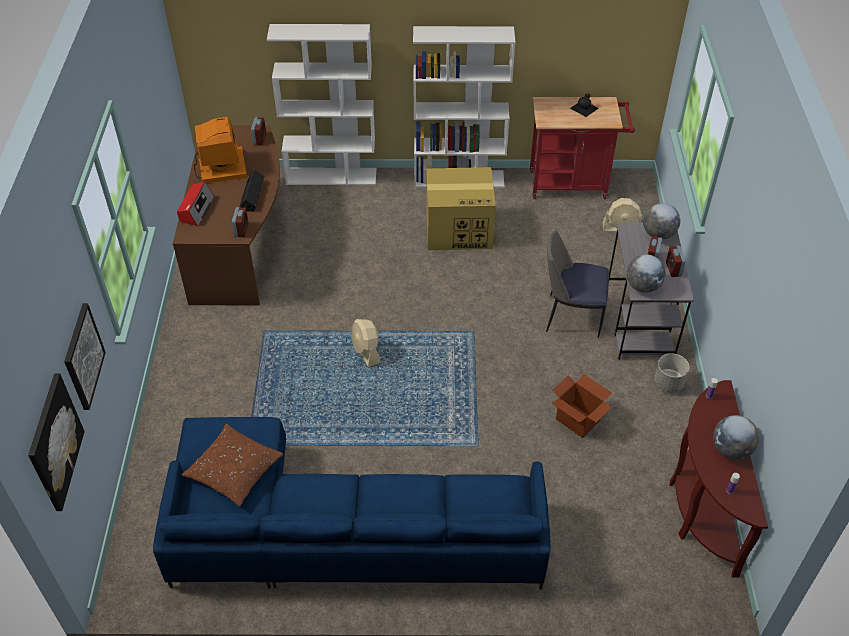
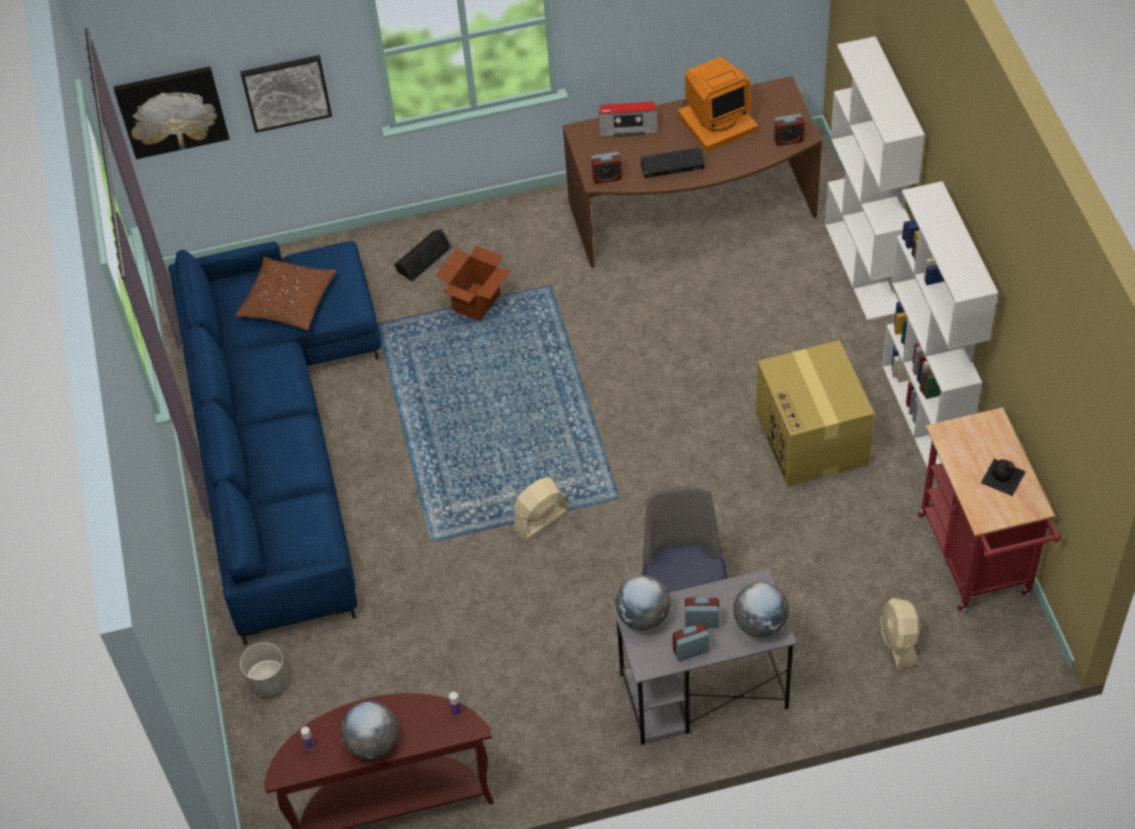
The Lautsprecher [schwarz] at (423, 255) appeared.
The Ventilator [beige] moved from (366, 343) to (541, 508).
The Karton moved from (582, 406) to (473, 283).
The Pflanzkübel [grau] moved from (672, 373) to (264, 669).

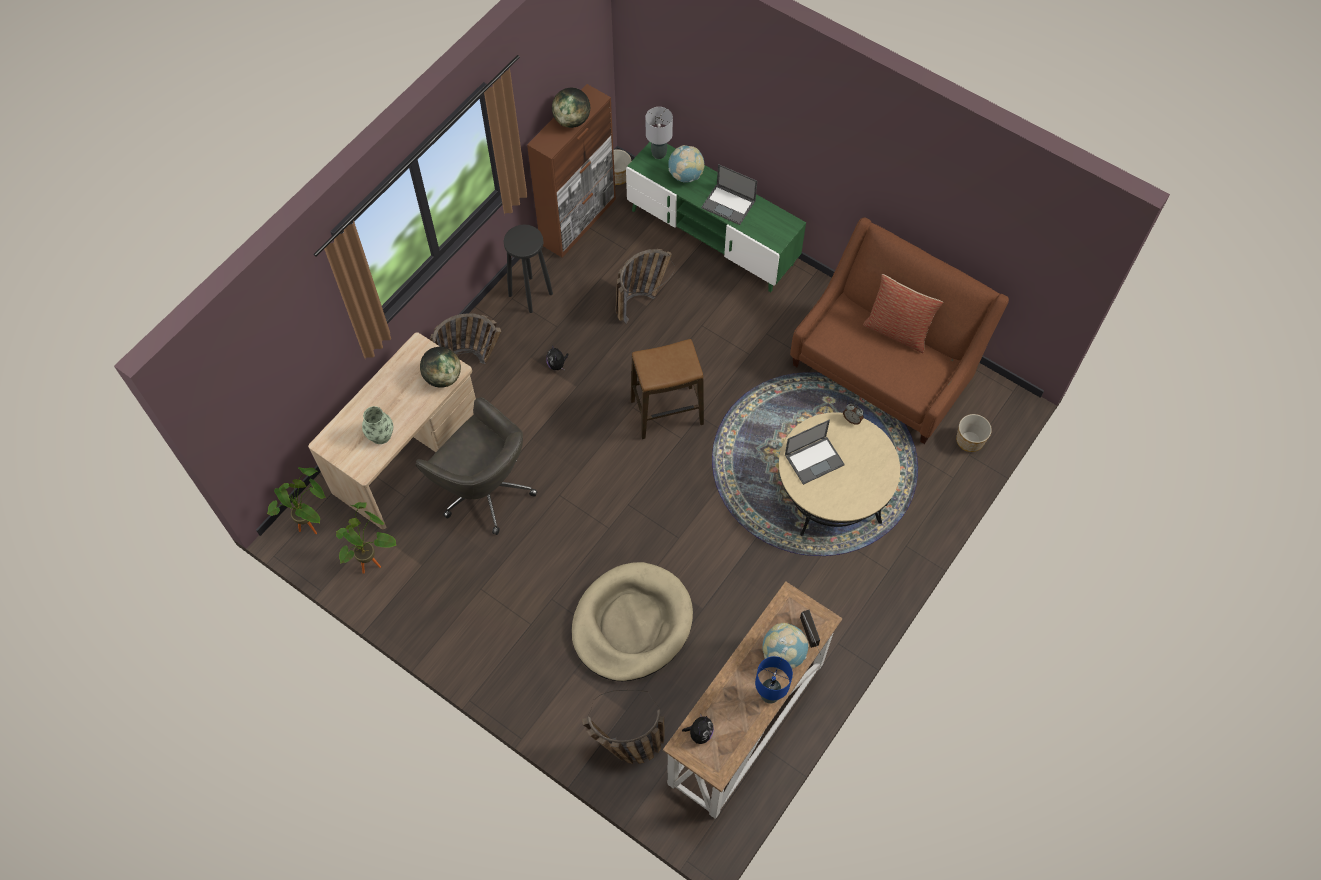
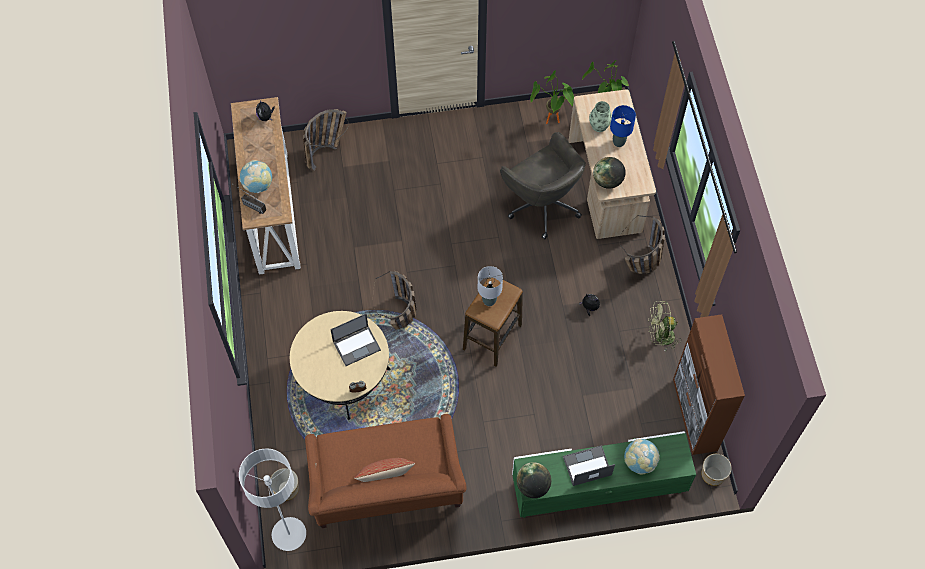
The Hundebett [beige] at (632, 621) disappeared.
The Stehlampe [grau] at (272, 499) appeared.
The Globus moved from (571, 108) to (533, 480).
The Korb moved from (645, 286) to (395, 300).
The Tischlampe [grau] moved from (659, 133) to (490, 286).
The Tischlampe [blau] moved from (774, 680) to (623, 126).
The Hocker [schwarz] at (528, 268) was replaced by the Ventilator [grün] at (664, 326).
The Bürostuhl [grau] at (476, 466) turned 120 degrees counterclockwise.
The Laptop at (815, 452) turned 135 degrees counterclockwise.

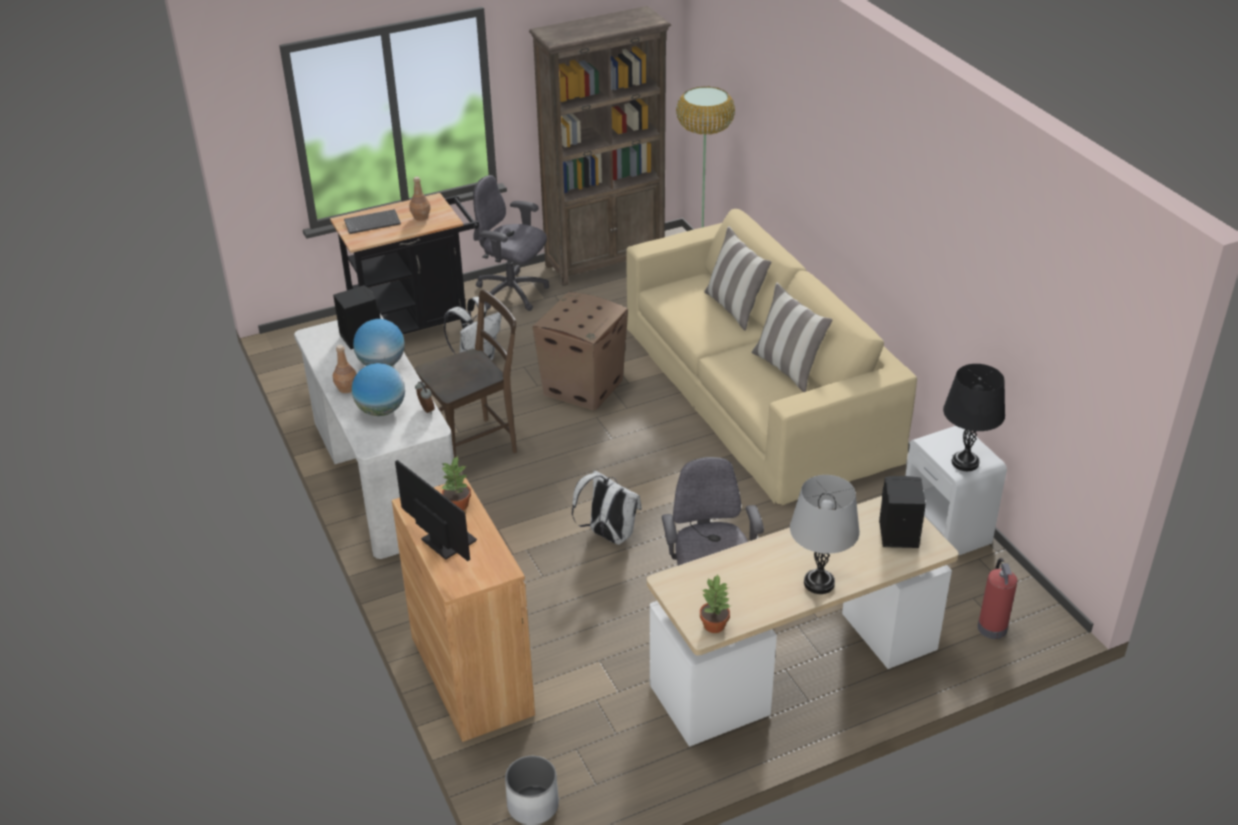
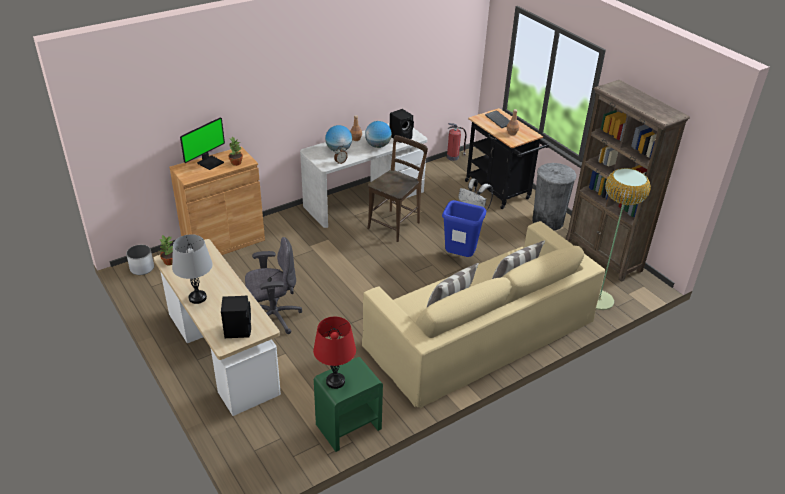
The Rucksack [weiß] at (607, 508) disappeared.
The Feuerlöscher moved from (997, 598) to (457, 142).
The Bürostuhl [grau] at (511, 243) was replaced by the Mülleimer [grau] at (554, 197).
The Karton at (580, 351) was replaced by the Mülleimer [blau] at (464, 228).
The Nachttisch [weiß] at (956, 491) became the Nachttisch [grün] at (348, 404).
The Tischlampe [schwarz] at (974, 417) became the Tischlampe [rot] at (334, 353).
The Stuhl [braun] at (465, 373) turned 105 degrees counterclockwise.

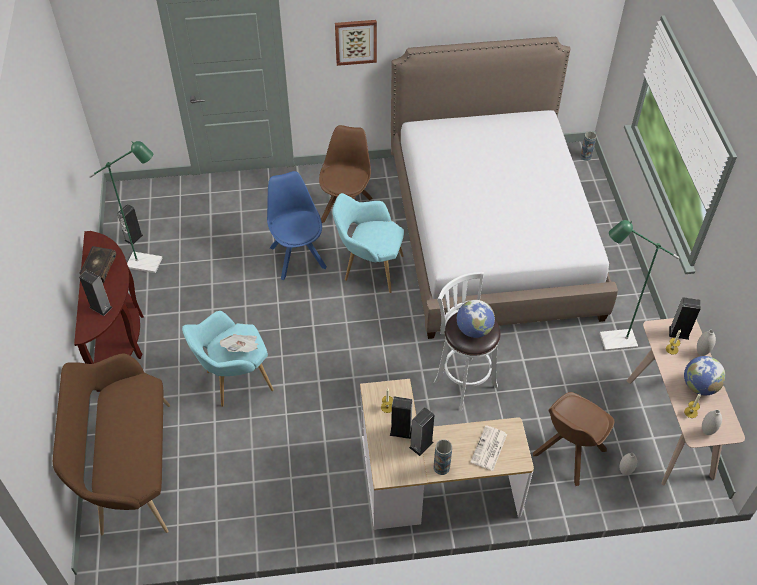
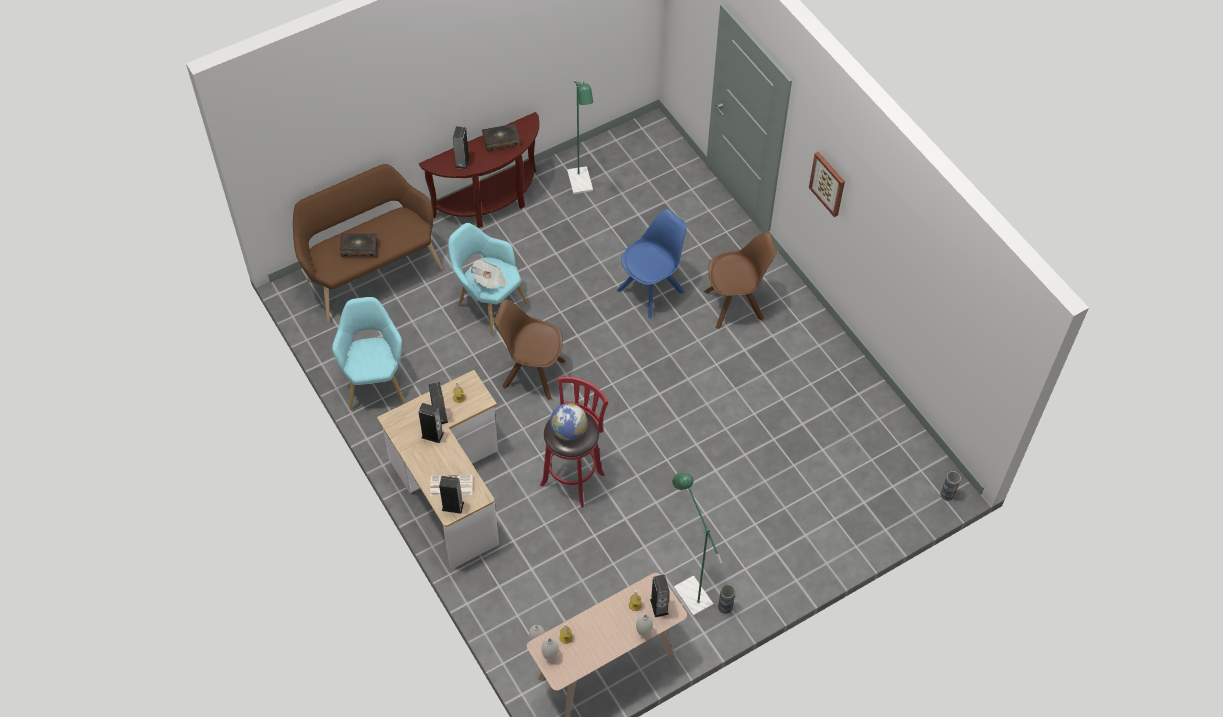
The Bett at (504, 188) disappeared.
The Globus at (705, 375) disappeared.
The Buch at (359, 245) appeared.
The Lautsprecher moved from (130, 224) to (451, 495).
The Sessel [türkis] moved from (368, 243) to (368, 353).
The Vase moved from (443, 457) to (726, 599).
The Stuhl [braun] moved from (573, 439) to (530, 349).
The Hocker [weiß] at (467, 341) became the Hocker [rot] at (574, 442).

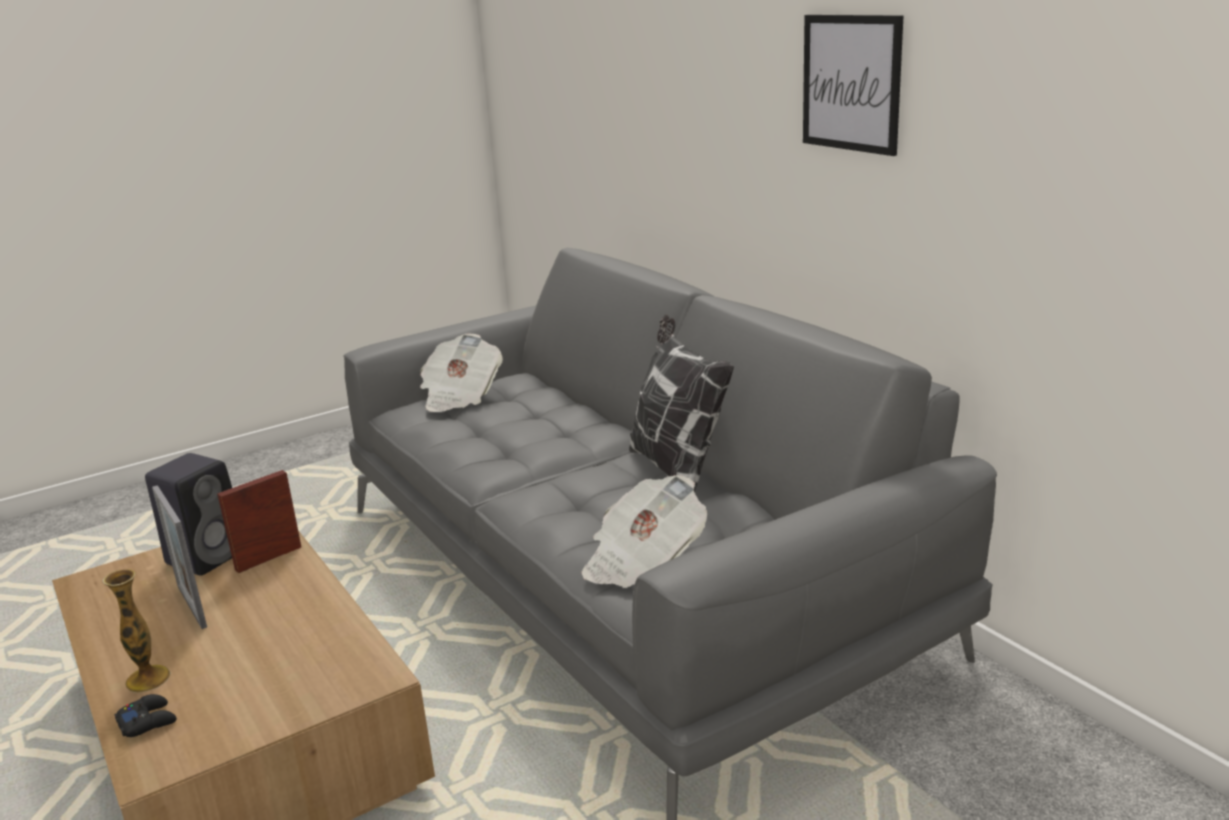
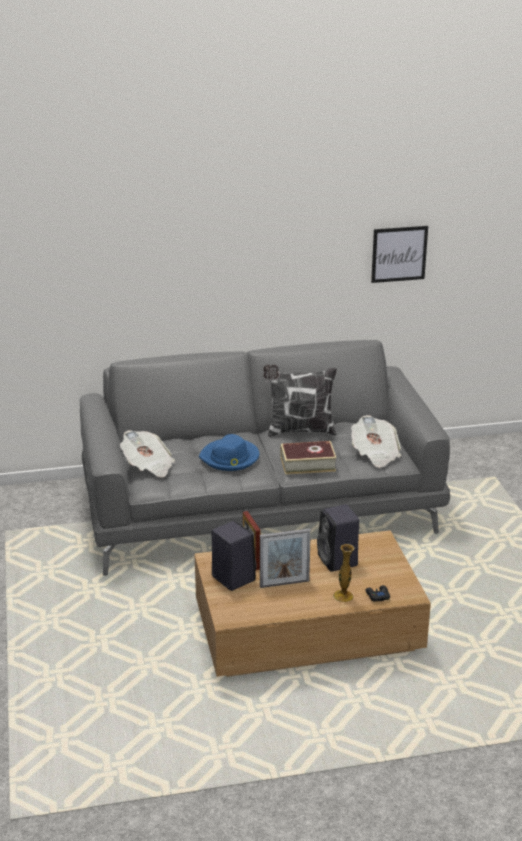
The Hut [blau] at (229, 452) appeared.
The Buch at (308, 458) appeared.
The Lautsprecher [schwarz] at (338, 538) appeared.
The Bild moved from (853, 85) to (399, 254).

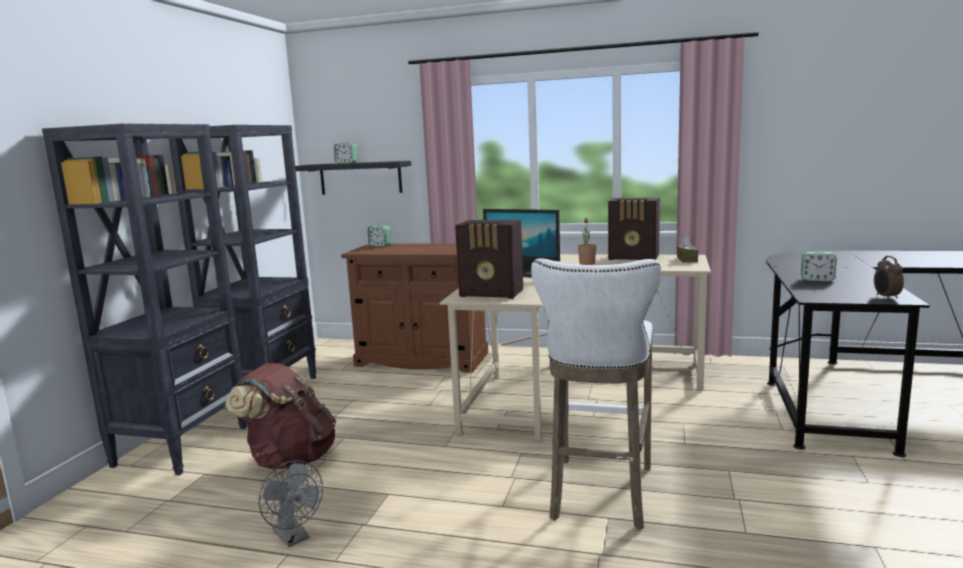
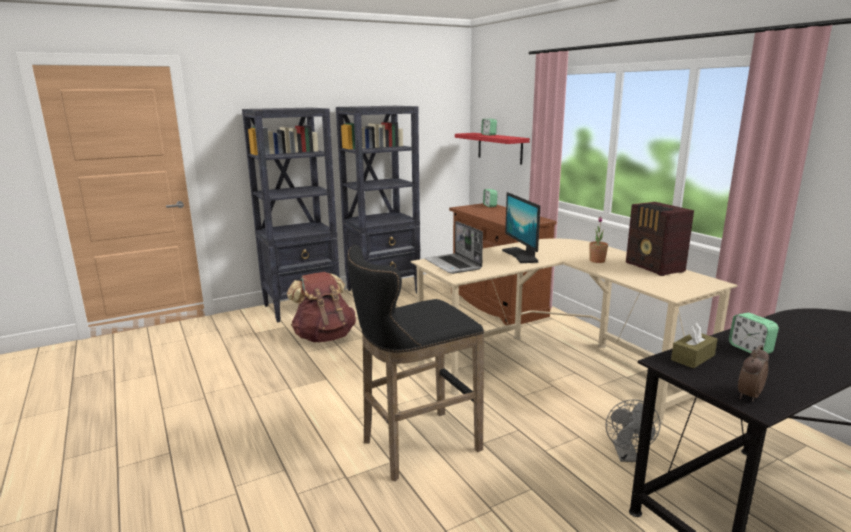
The Ventilator [grau] moved from (290, 503) to (633, 430).
The Taschentuchbox [braun] moved from (687, 249) to (694, 346).
The Radio at (489, 259) was replaced by the Laptop at (454, 247).
The Wandregal [schwarz] at (353, 178) became the Wandregal [rot] at (492, 149).
The Hocker [weiß] at (596, 394) became the Hocker [schwarz] at (415, 363).

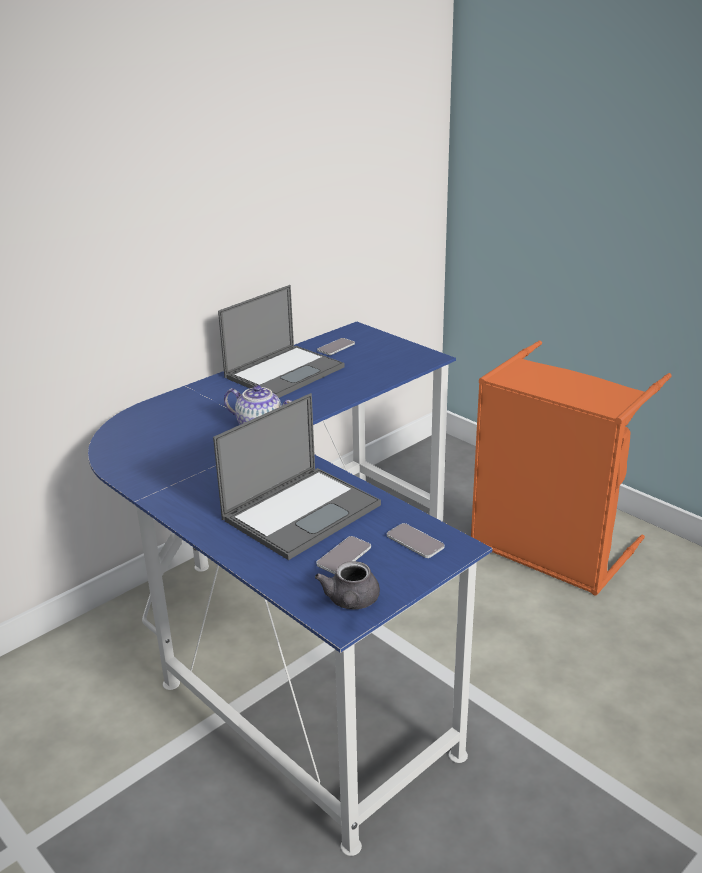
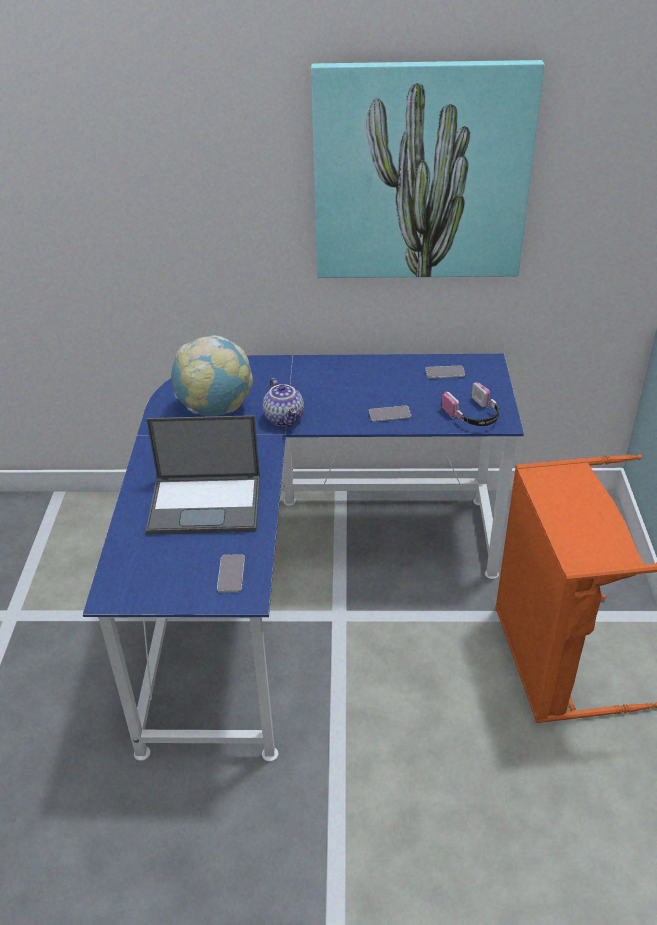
The Laptop at (281, 341) disappeared.
The Teekanne [grau] at (347, 585) disappeared.
The Globus at (212, 375) appeared.
The Bild at (428, 169) appeared.
The Kopfhörer at (470, 404) appeared.
The Handy moved from (343, 555) to (390, 414).

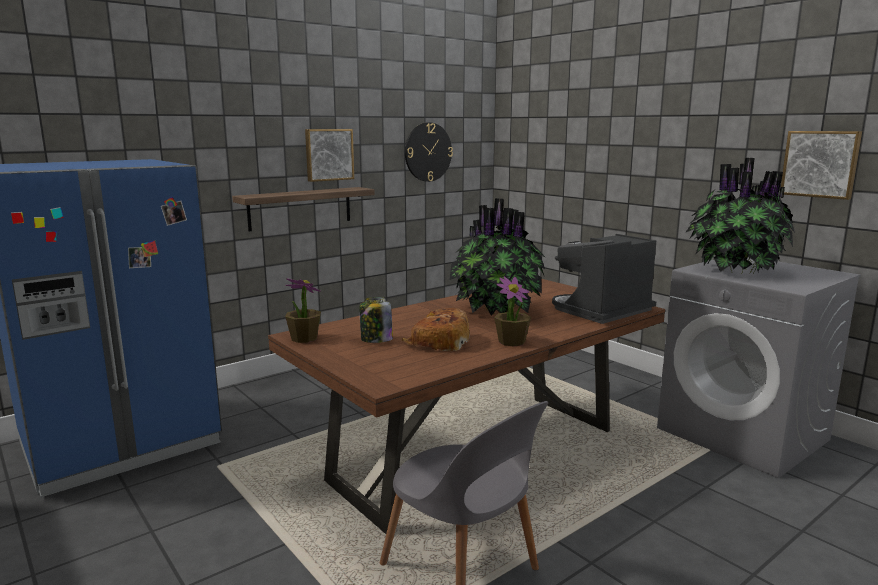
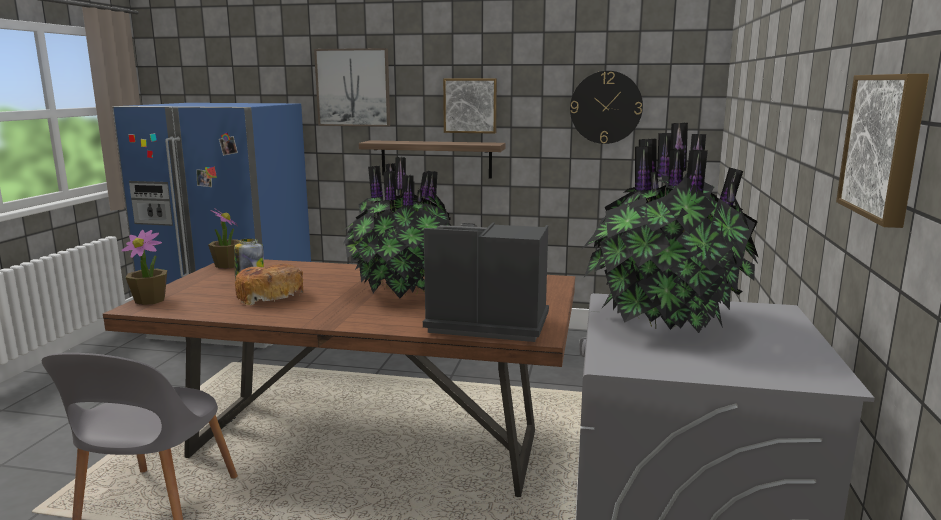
The Bild at (352, 87) appeared.
The Topfpflanze moved from (512, 311) to (144, 267).

